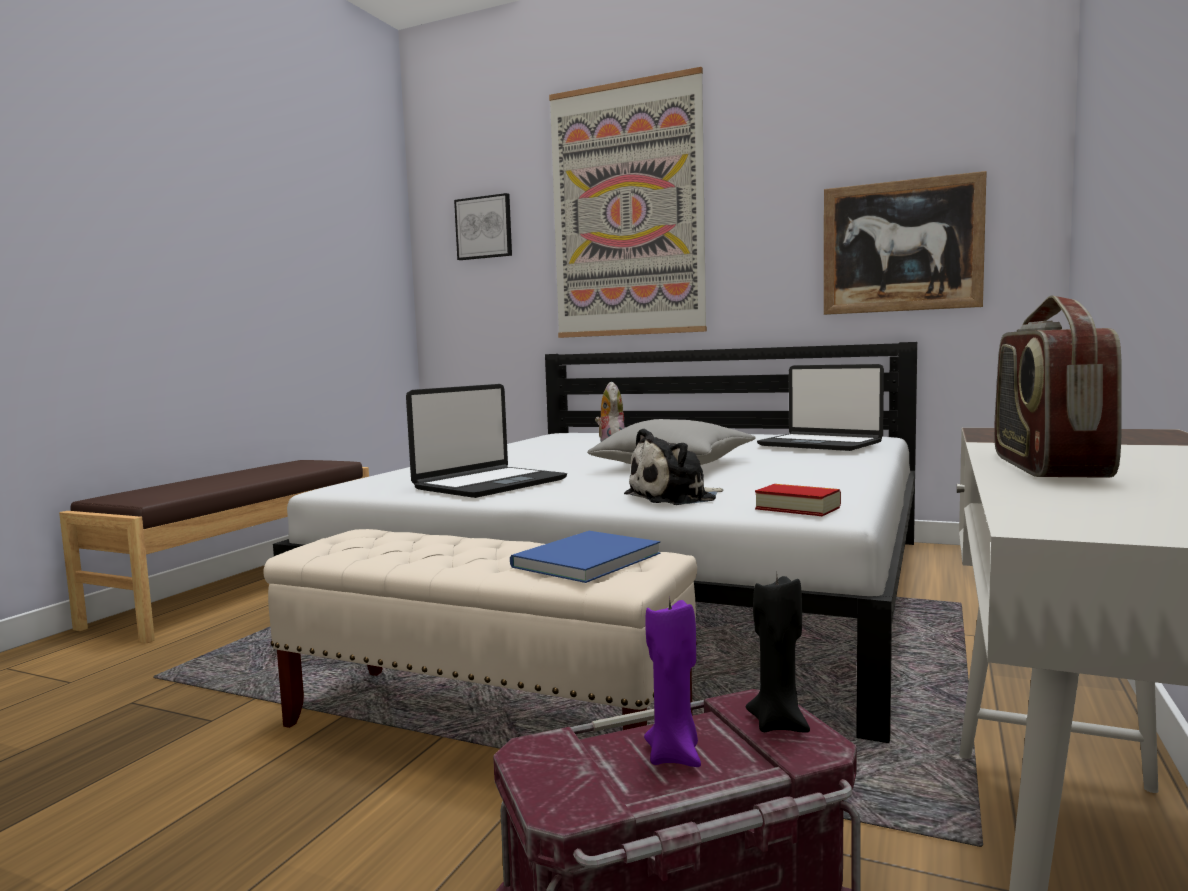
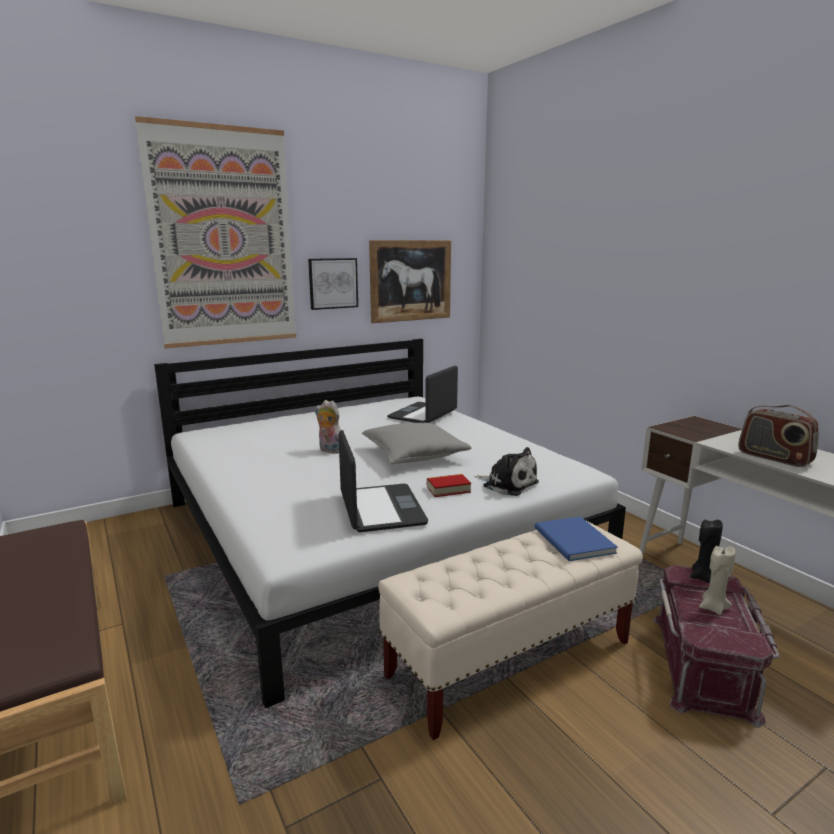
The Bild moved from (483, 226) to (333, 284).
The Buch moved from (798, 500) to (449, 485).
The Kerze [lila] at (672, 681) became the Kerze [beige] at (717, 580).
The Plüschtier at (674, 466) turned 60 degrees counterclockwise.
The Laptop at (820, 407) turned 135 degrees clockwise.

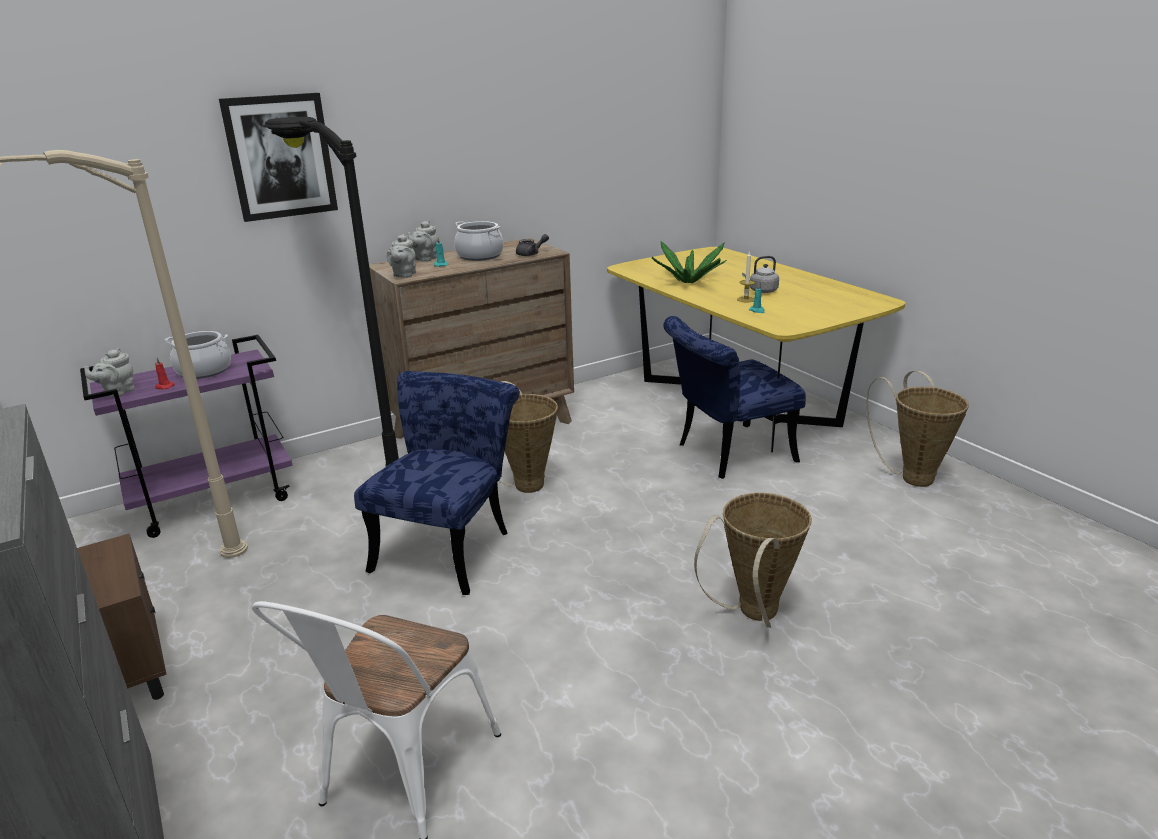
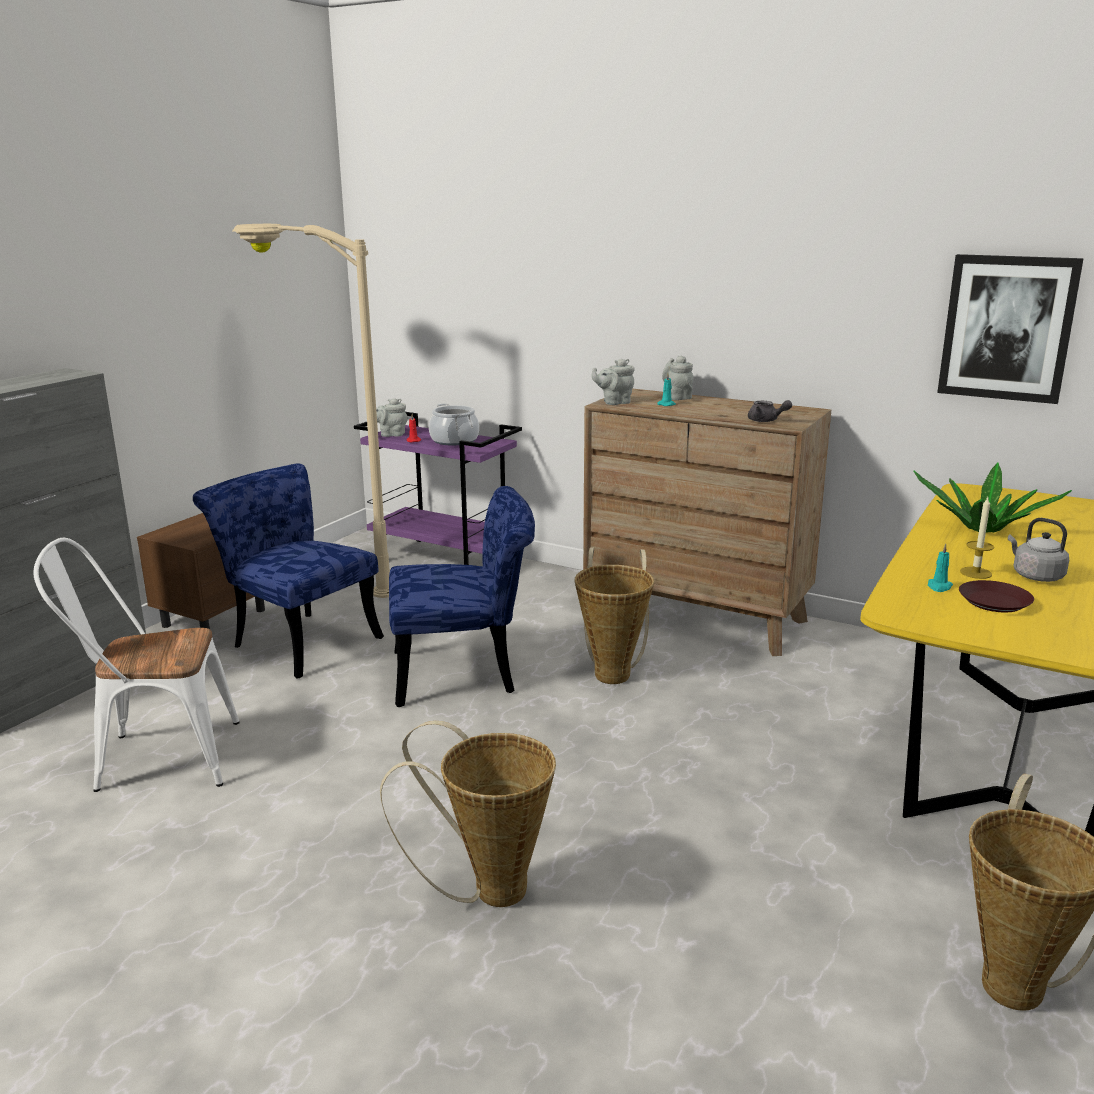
The Stehlampe [schwarz] at (331, 291) disappeared.
The Kochtopf at (479, 241) disappeared.
The Teller [braun] at (996, 596) appeared.
The Bild moved from (278, 157) to (1010, 329).
The Stuhl [blau] moved from (734, 397) to (288, 570).
The Teekanne [grau] at (422, 241) turned 75 degrees clockwise.

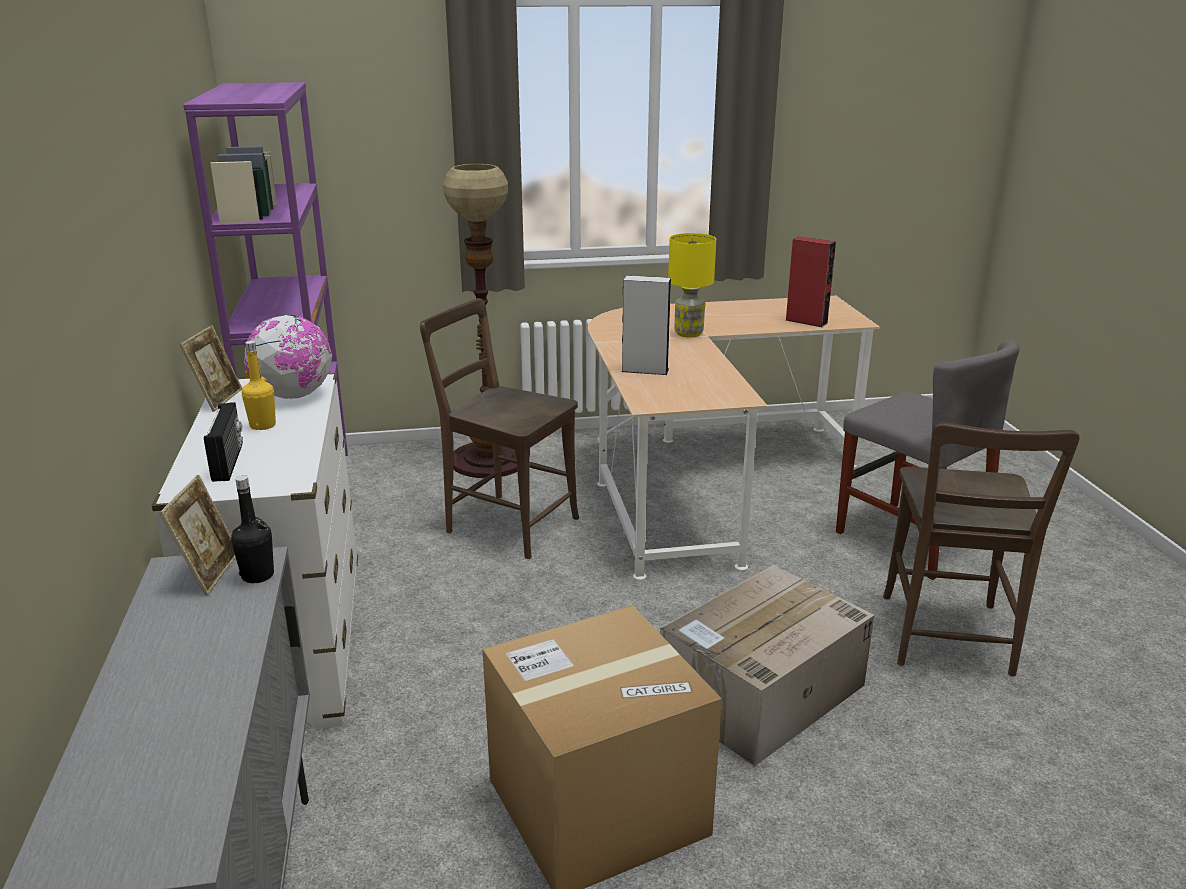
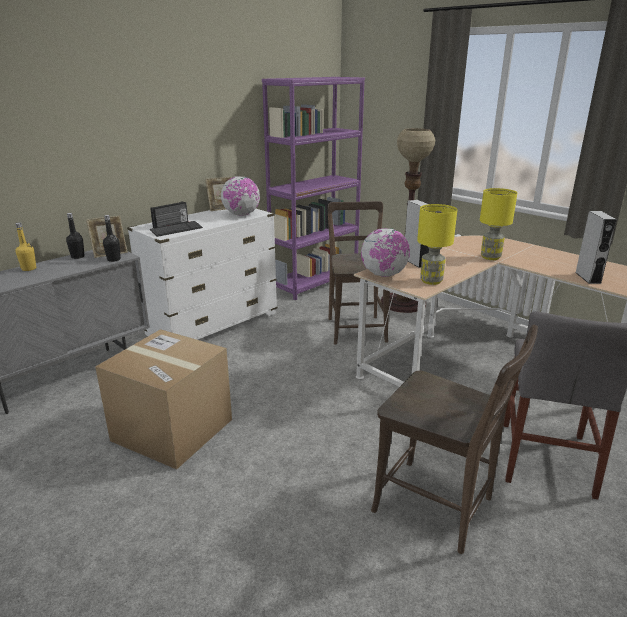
The Karton at (767, 665) disappeared.
The Flasche [schwarz] at (75, 236) appeared.
The Tastatur at (176, 229) appeared.
The Globus at (385, 252) appeared.
The Tischlampe [gelb] at (437, 244) appeared.
The Flasche [gelb] moved from (259, 385) to (25, 246).
The Lautsprecher [rot] at (811, 282) became the Lautsprecher [grau] at (596, 247).
The Stuhl [braun] at (981, 549) turned 120 degrees counterclockwise.

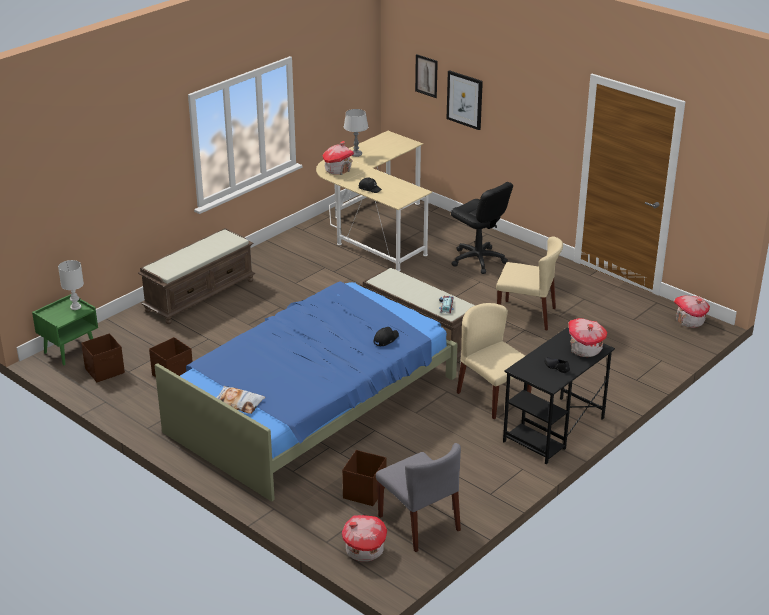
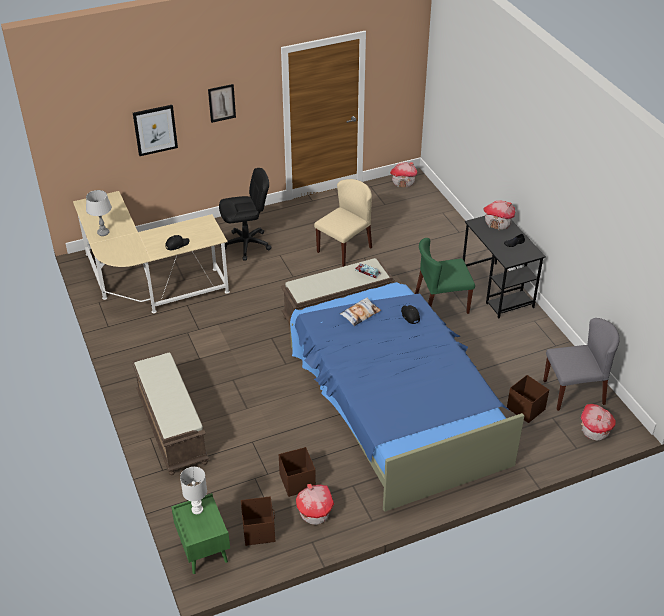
The Kissen moved from (240, 400) to (360, 311).
The Spielzeughaus moved from (338, 158) to (315, 504).
The Bild moved from (426, 76) to (222, 103).
The Stuhl [beige] at (494, 361) became the Stuhl [grün] at (445, 276).

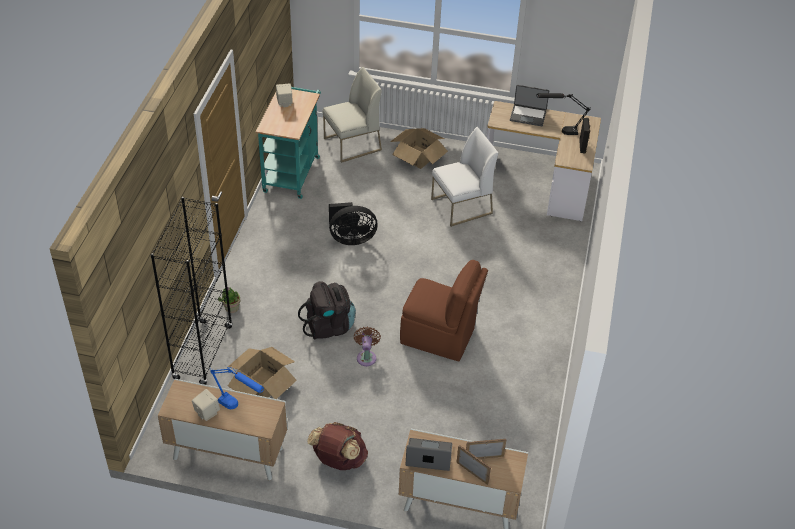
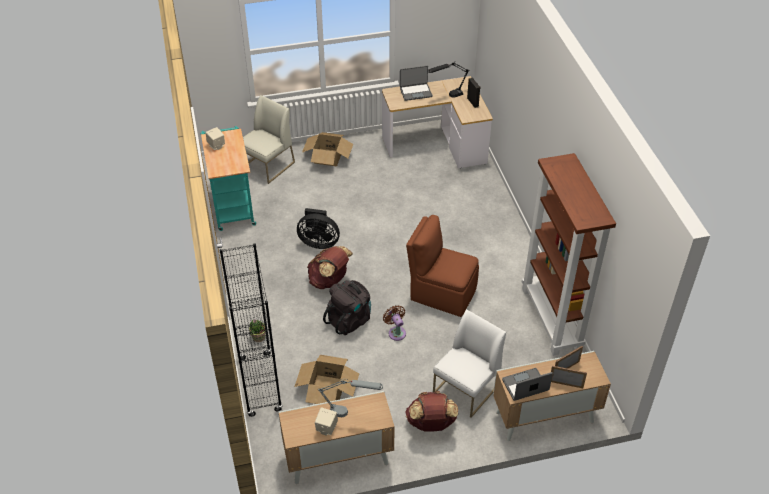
The Rucksack [braun] at (330, 267) appeared.
The Bücherregal [braun] at (569, 254) appeared.
The Stuhl [weiß] moved from (464, 177) to (469, 363).
The Tischlampe [blau] at (237, 388) became the Tischlampe [grau] at (350, 398).
The Ventilator [schwarz] at (353, 223) turned 45 degrees clockwise.
The Stuhl [braun] at (444, 310) turned 150 degrees counterclockwise.

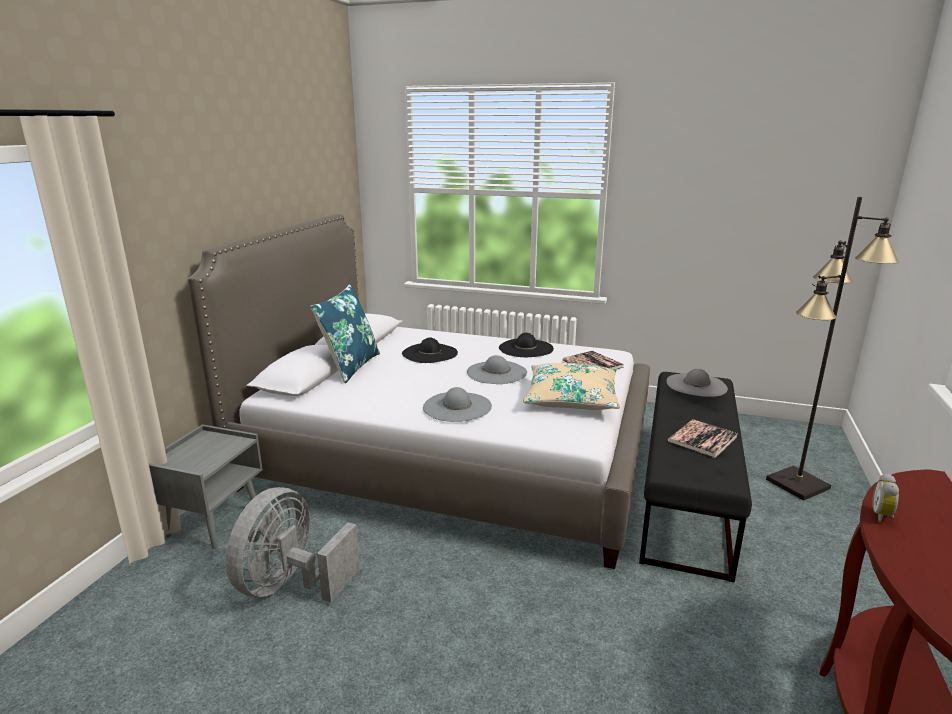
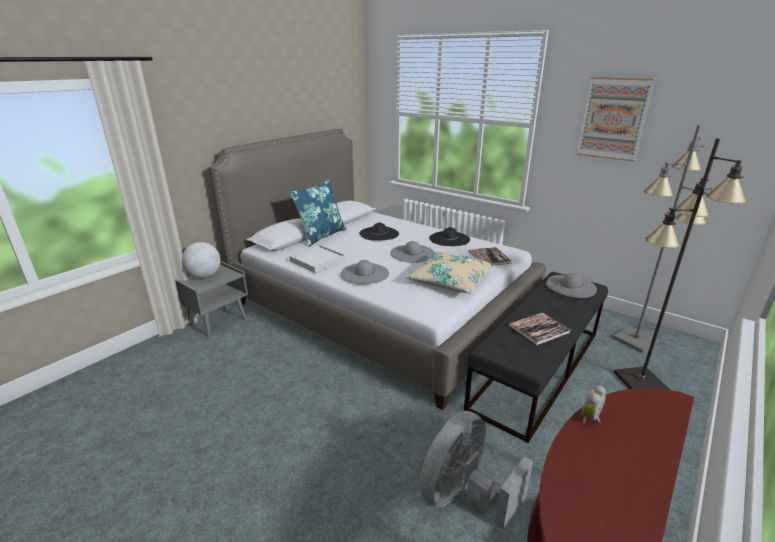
The Globus at (201, 260) appeared.
The Tablett [weiß] at (317, 259) appeared.
The Bild at (615, 119) appeared.
The Stehlampe [grau] at (660, 239) appeared.
The Ventilator [grau] moved from (293, 545) to (476, 470).

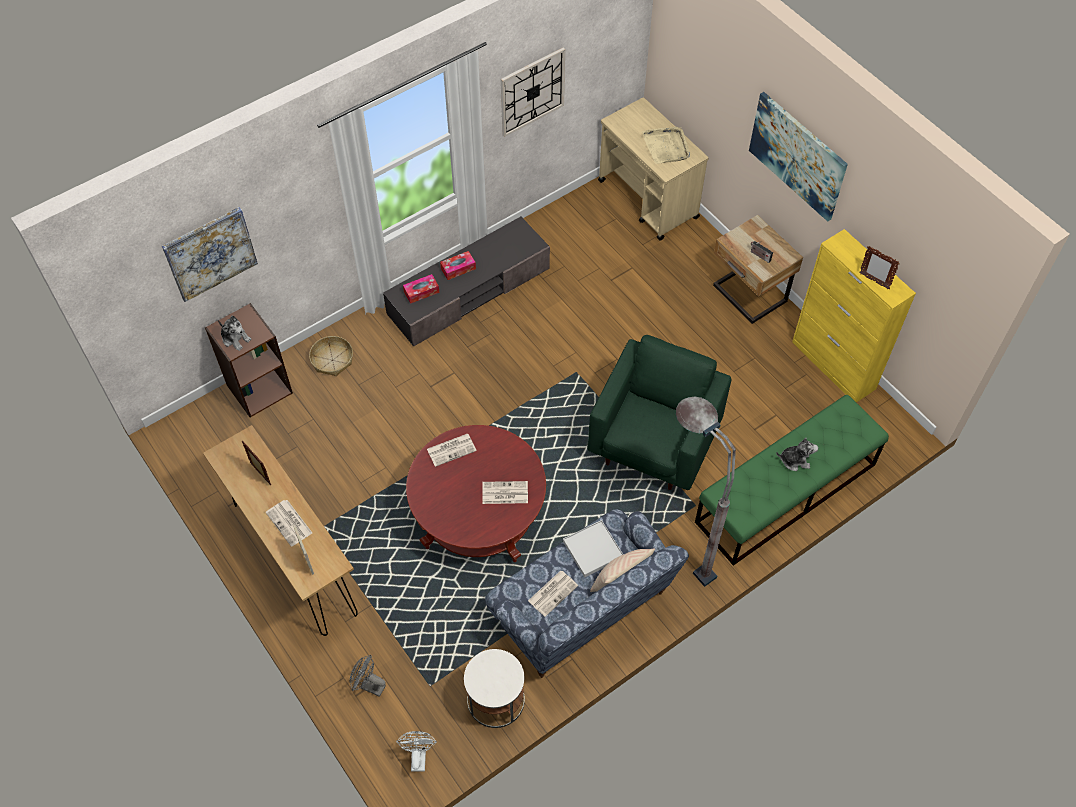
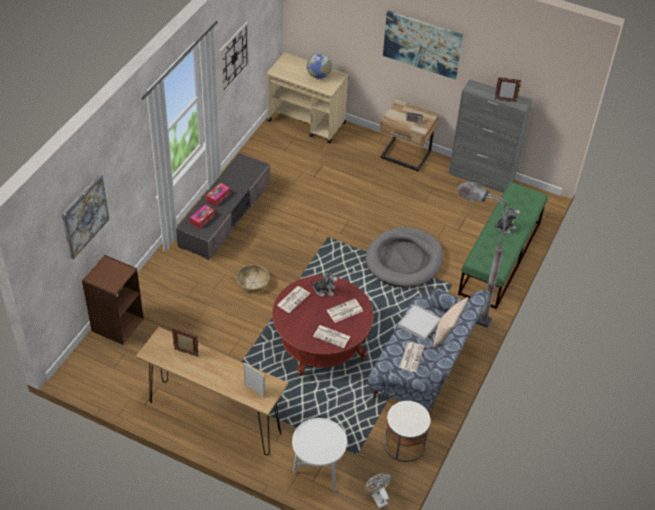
The Plüschtier moved from (234, 333) to (324, 283).
The Zeitung moved from (289, 523) to (332, 336).
The Korb moved from (331, 356) to (252, 279).
The Ventilator [grau] at (367, 676) was replaced by the Beistelltisch [weiß] at (319, 454).
The Sessel [grün] at (659, 412) was replaced by the Hundebett [grau] at (404, 257).
The Tablett [beige] at (666, 145) was replaced by the Globus at (319, 66).
The Schrank [gelb] at (854, 316) became the Schrank [grau] at (490, 136).

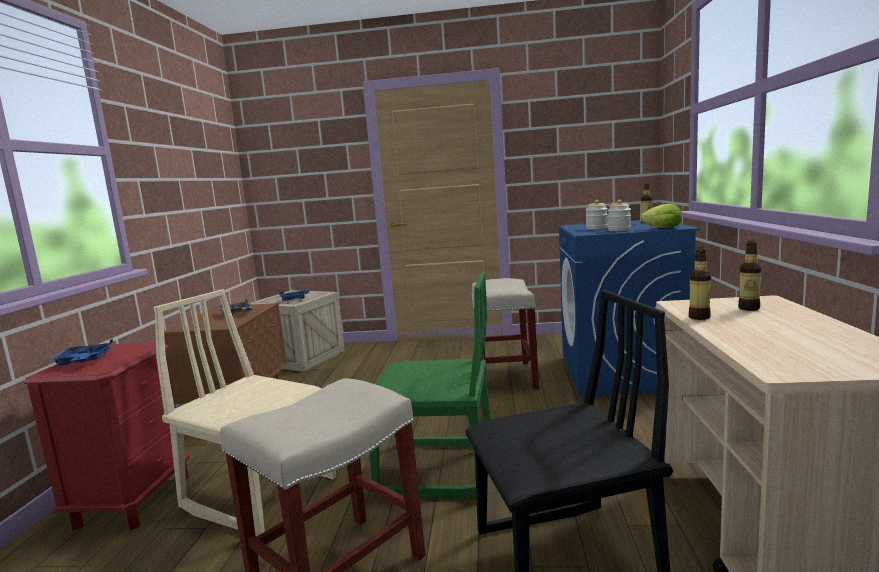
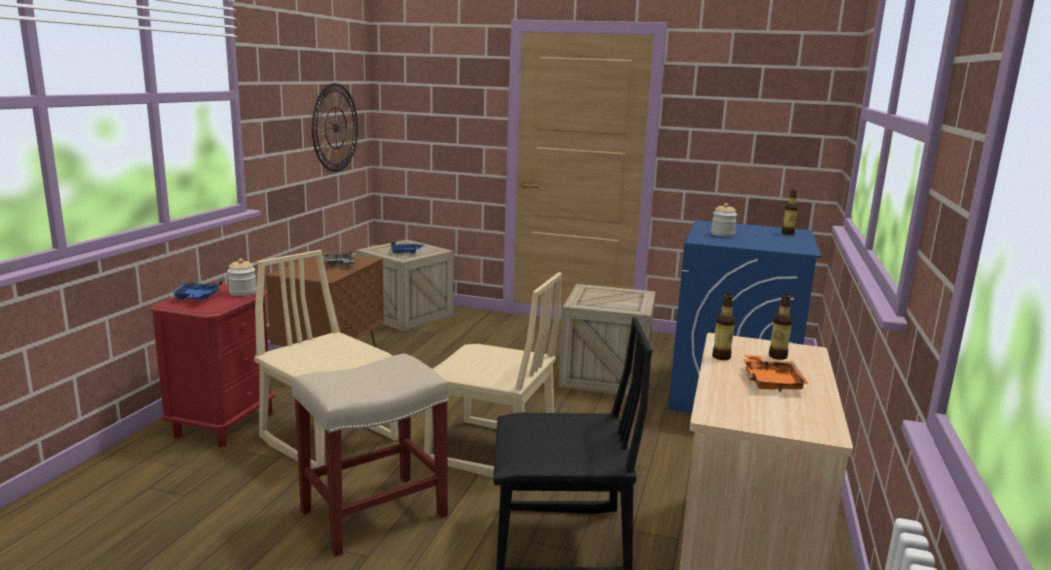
The Salatkopf at (661, 216) disappeared.
The Wanduhr at (335, 127) appeared.
The Tablett [orange] at (776, 373) appeared.
The Vorratsglas moved from (619, 215) to (242, 277).
The Hocker [beige] at (505, 333) was replaced by the Kiste at (607, 340).
The Stuhl [grün] at (430, 385) became the Stuhl [beige] at (493, 375).

